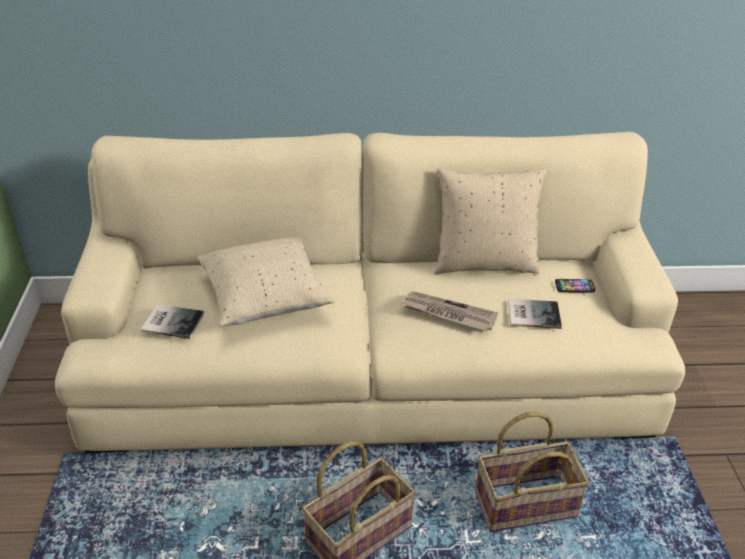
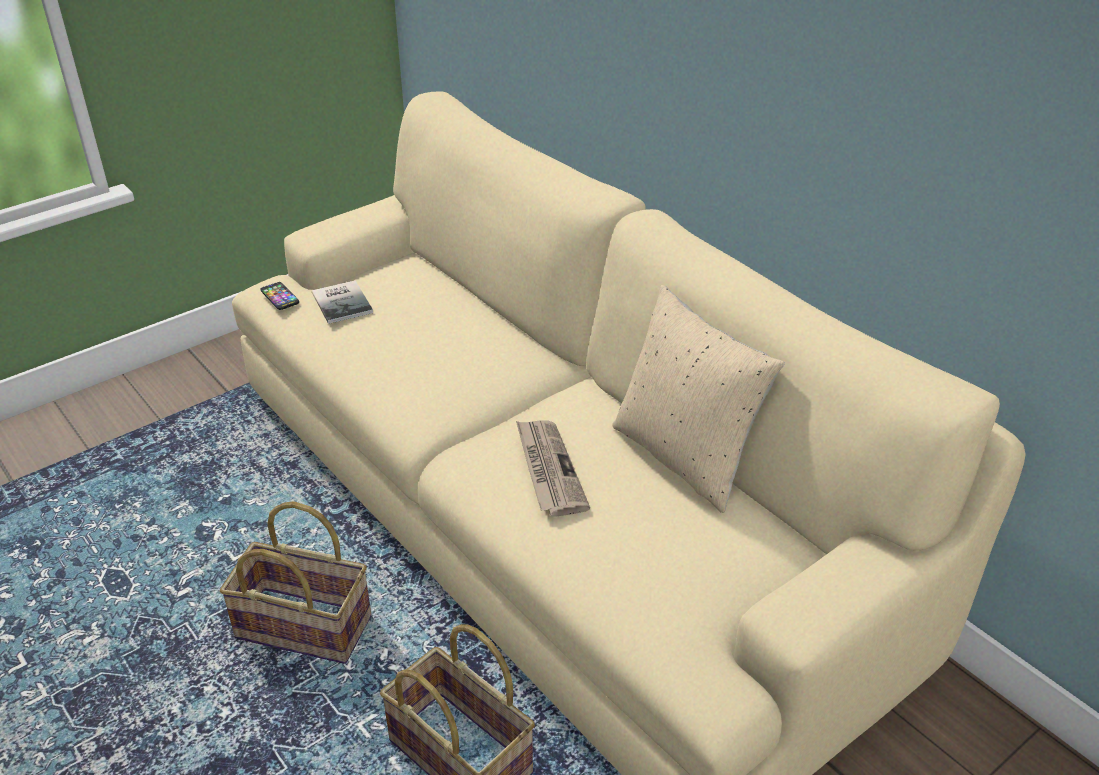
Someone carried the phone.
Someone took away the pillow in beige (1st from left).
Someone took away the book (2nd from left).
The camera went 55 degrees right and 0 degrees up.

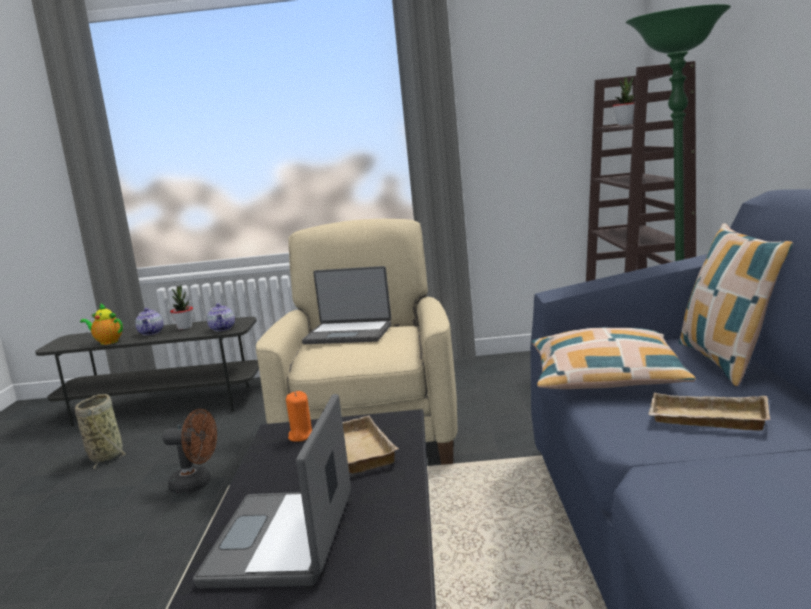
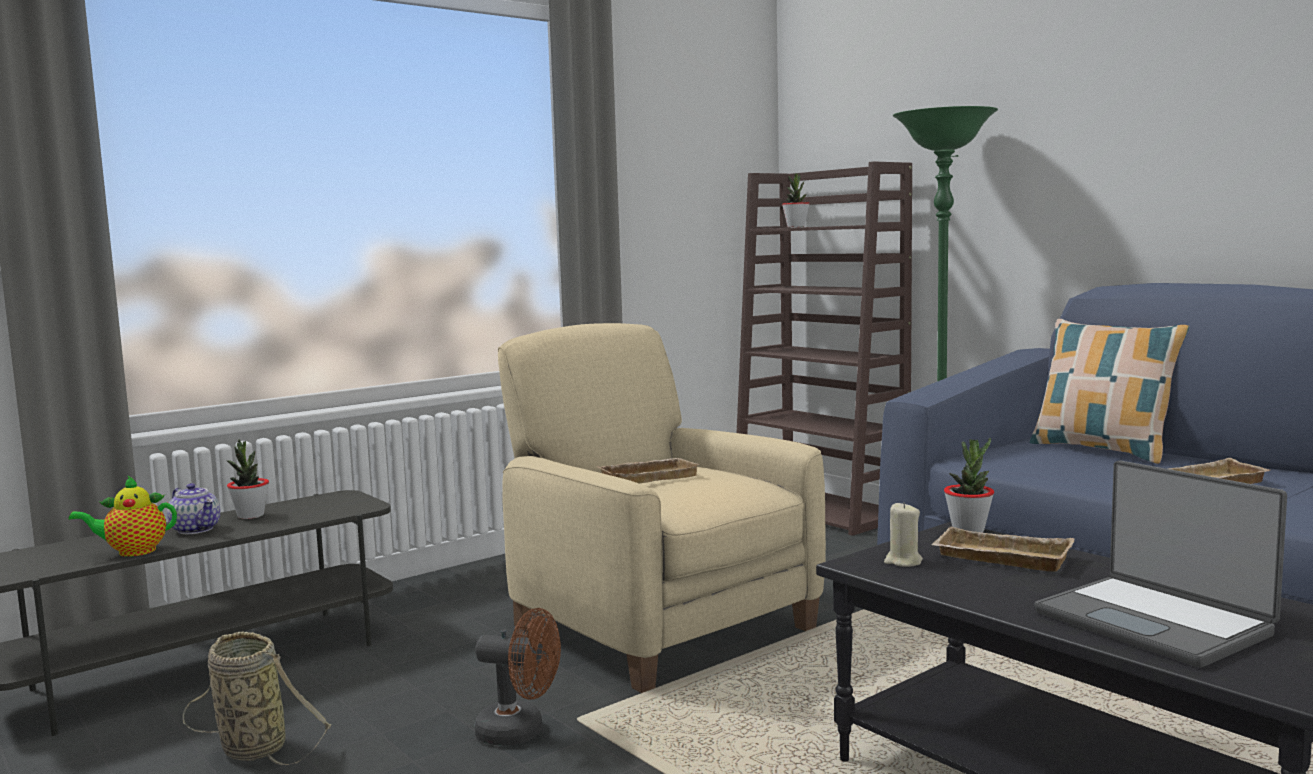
Someone rotated the fan in brown by 45 degrees clockwise.
Someone swapped the laptop (2nd from left) for the tray in beige (1st from left).
Someone repainted the candle in orange, which became the candle in beige.
Someone put down the potted plant (3rd from left).
Someone took away the teapot (3rd from left).
Someone took away the pillow (1st from left).
The camera went 40 degrees left and 5 degrees down.

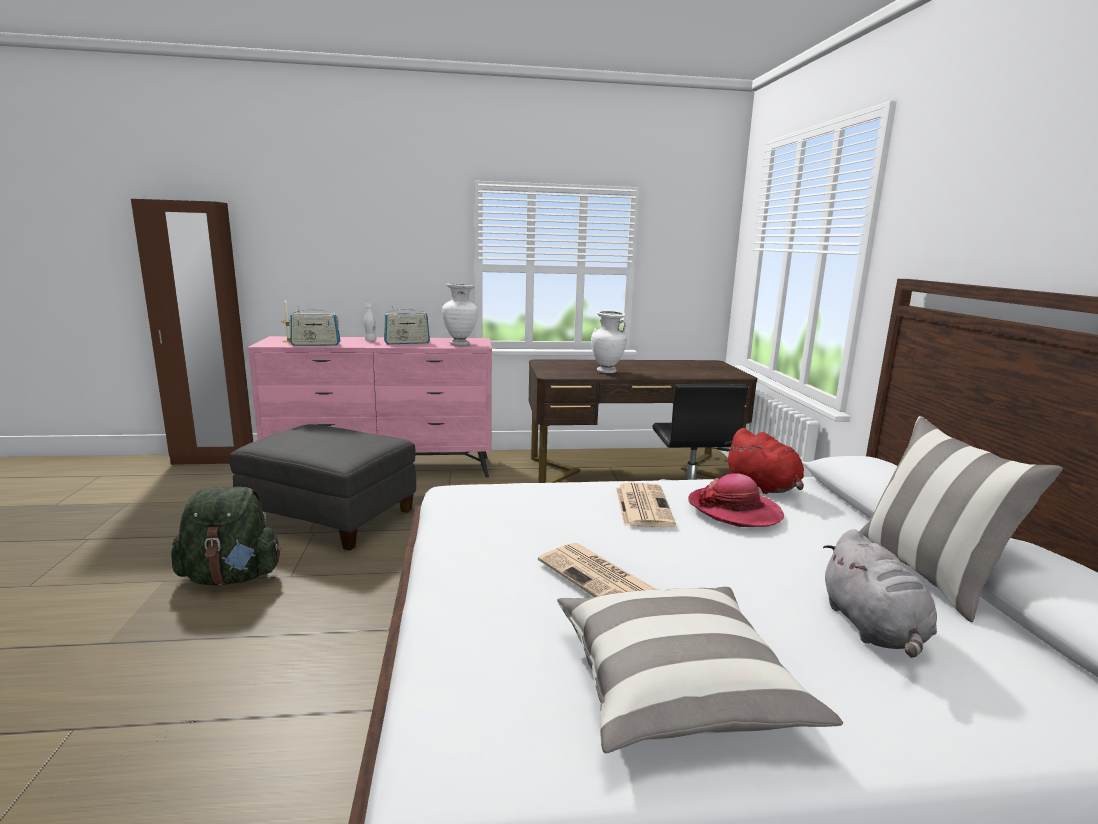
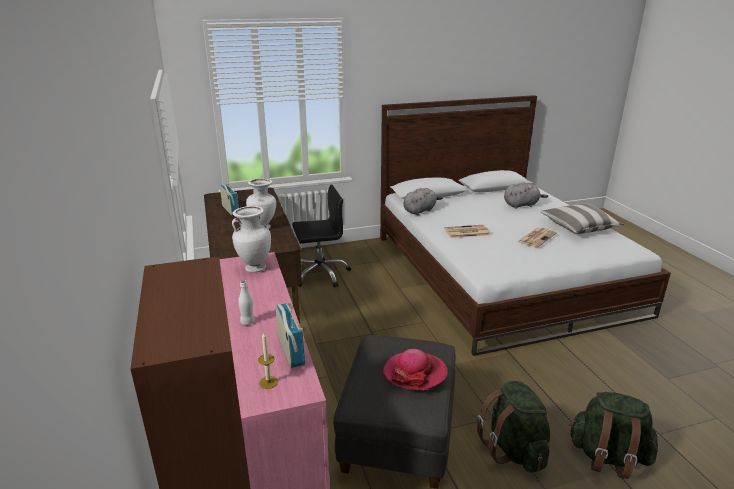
Someone carried the radio (2nd from left in the first image).
Someone carried the hat.
Someone repainted the plush toy in red, which became the plush toy in grey (1st from left).
Someone put down the backpack in green (2nd from left).
Someone took away the pillow (2nd from left).
The camera went 100 degrees left and 10 degrees up.

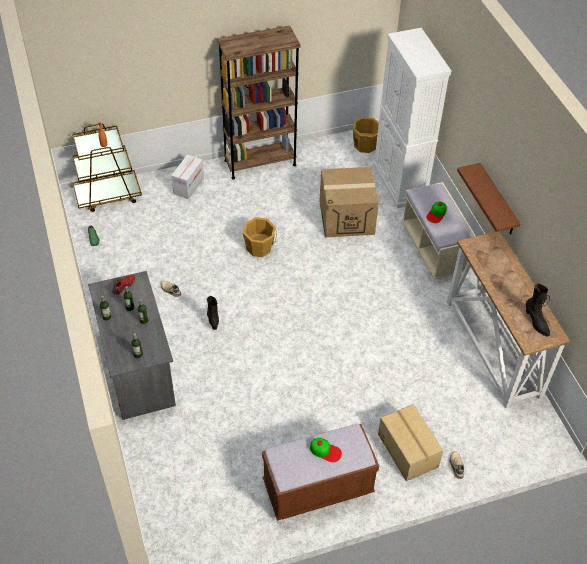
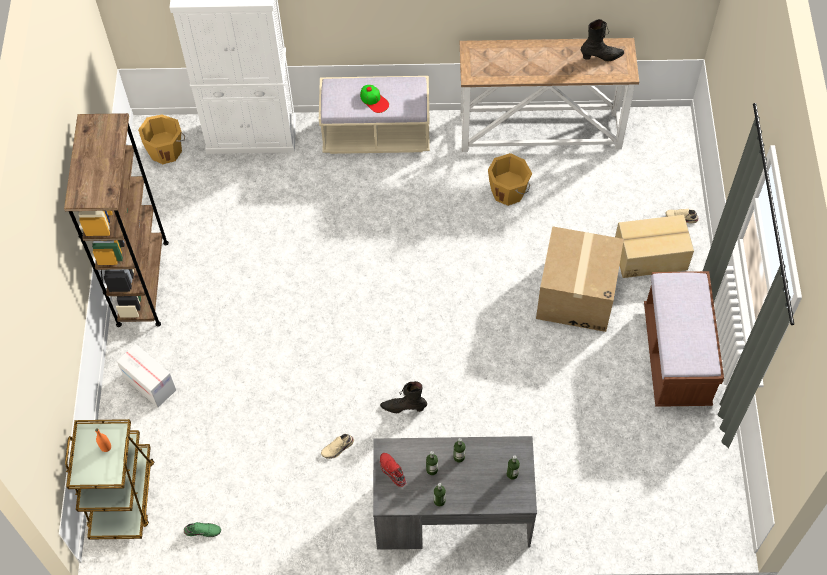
Someone carried the bucket in orange (1st from left in the first image).
Someone carried the cardboard box (2nd from left).
Someone took away the cap (1st from left).
Someone took away the shelf in brown.
The camera went 70 degrees left and 10 degrees up.

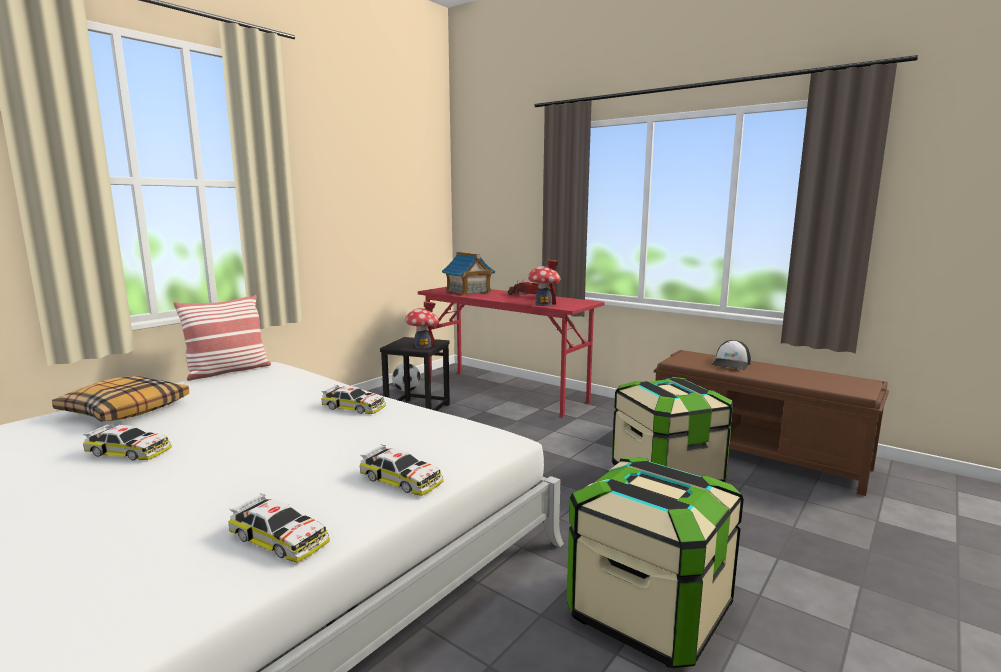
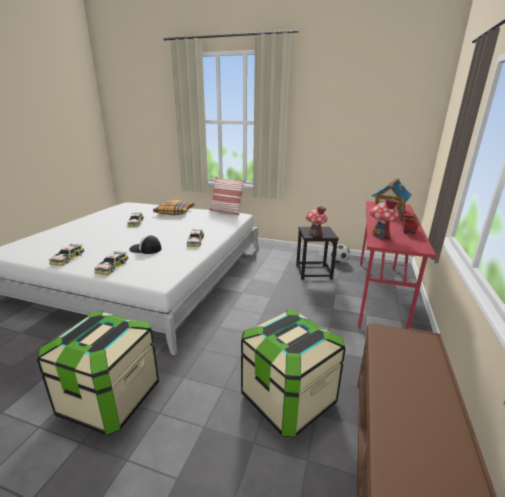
Someone carried the cap.
The camera went 70 degrees right and 10 degrees up.

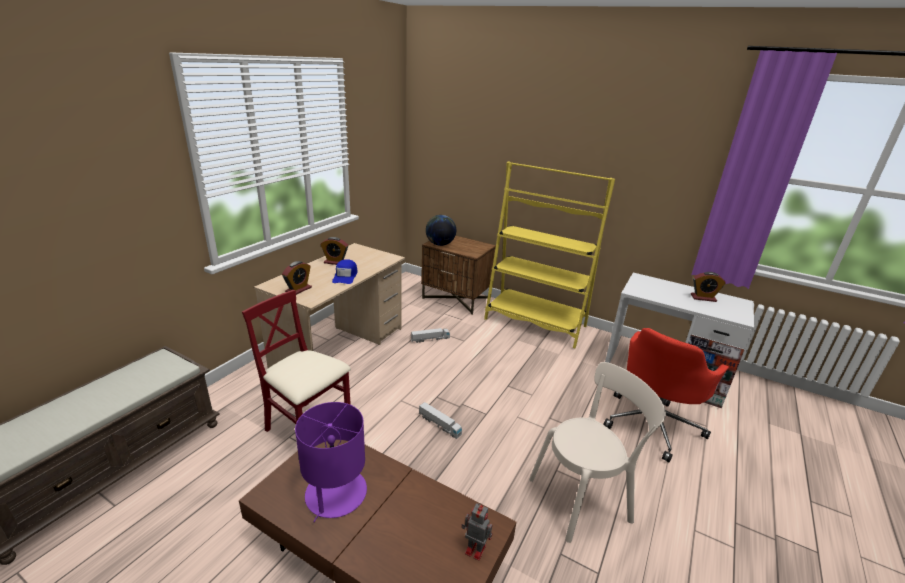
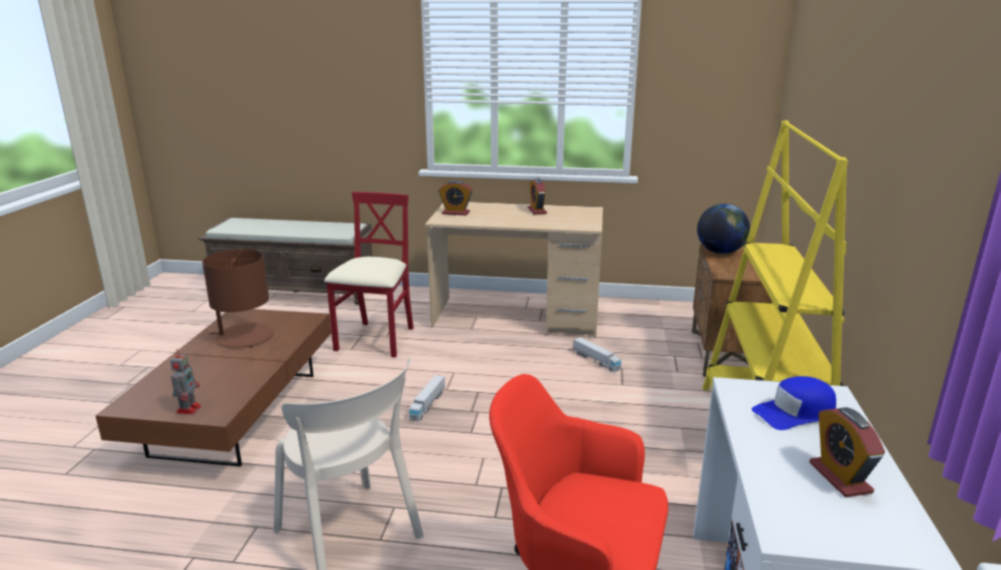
Someone repainted the table lamp in purple, which became the table lamp in brown.
Someone carried the cap in blue.
The camera went 70 degrees right and 5 degrees down.

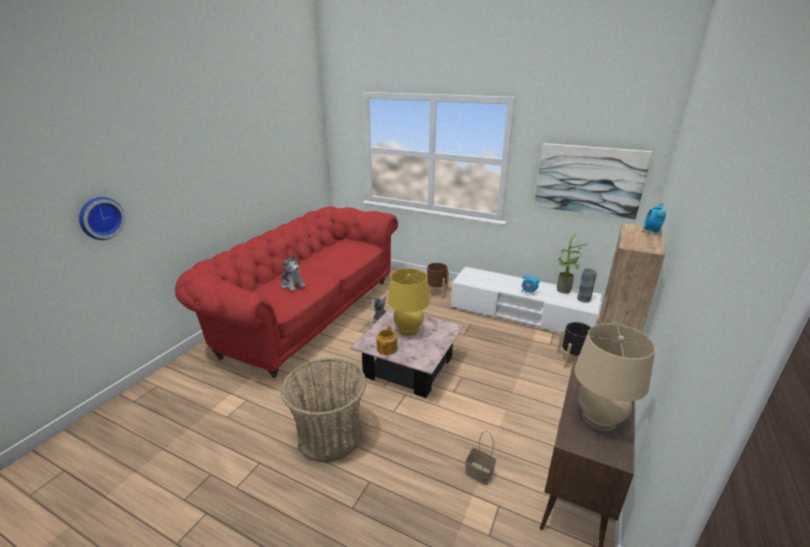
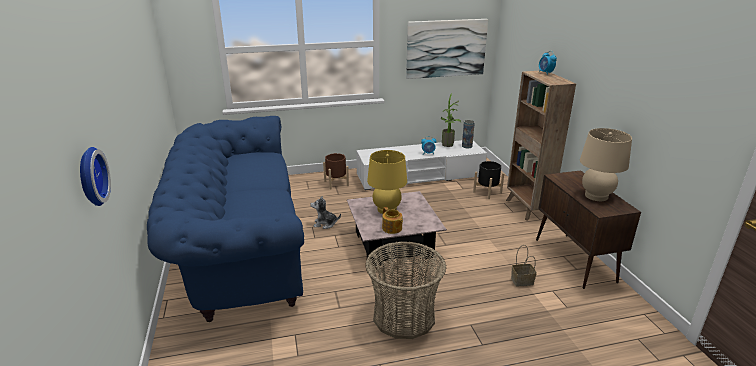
Someone repainted the sofa in red, which became the sofa in blue.
Someone took away the plush toy (1st from left).
The camera went 40 degrees left and 0 degrees up.

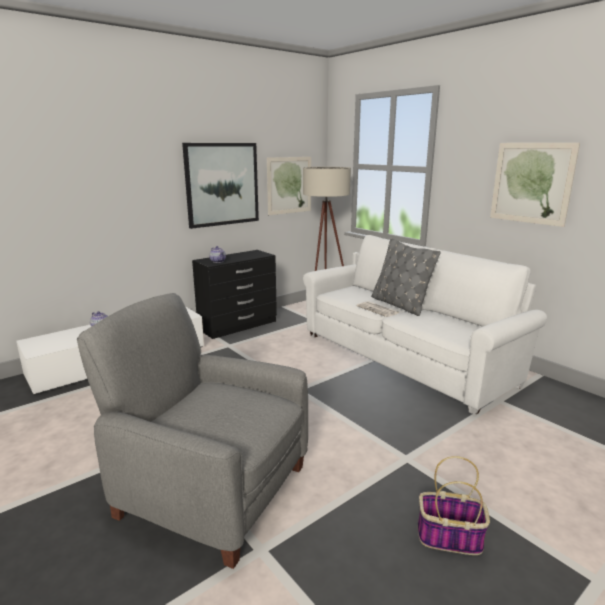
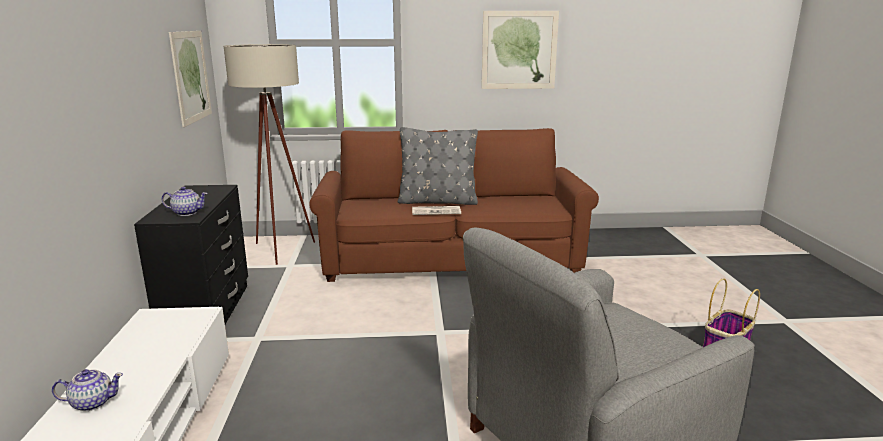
Someone repainted the sofa in white, which became the sofa in brown.
Someone took away the picture (1st from left).
The camera went 55 degrees left and 0 degrees up.

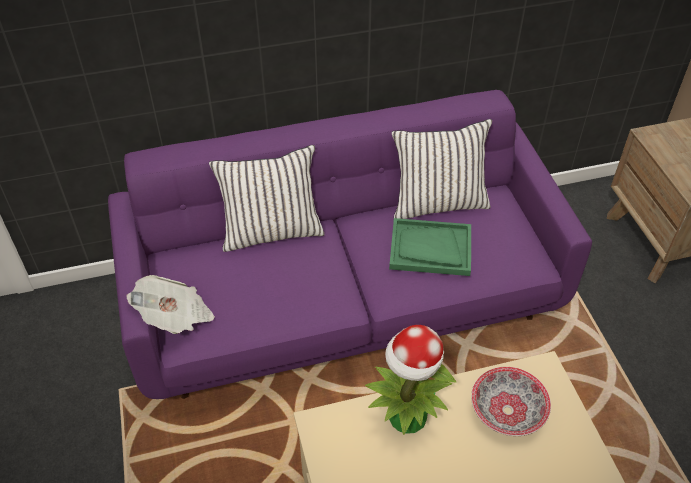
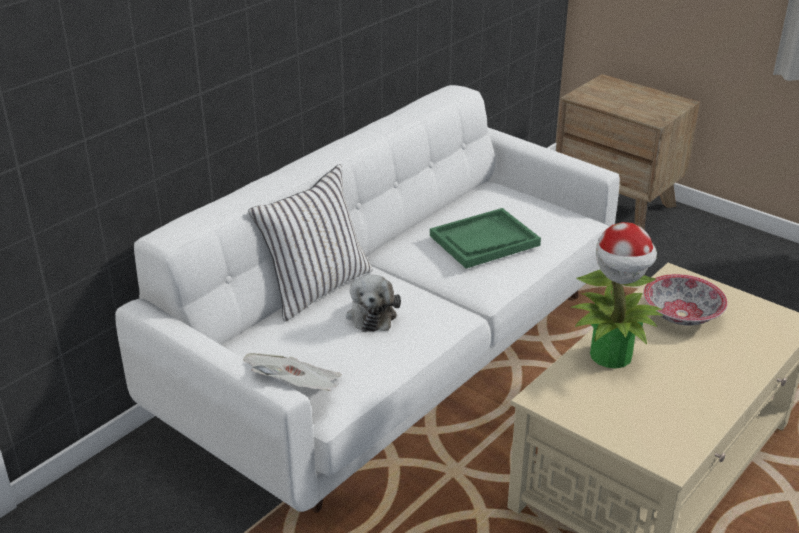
Someone repainted the sofa in purple, which became the sofa in white.
Someone put down the plush toy.
Someone took away the pillow in white (2nd from left).
The camera went 35 degrees left and 15 degrees down.

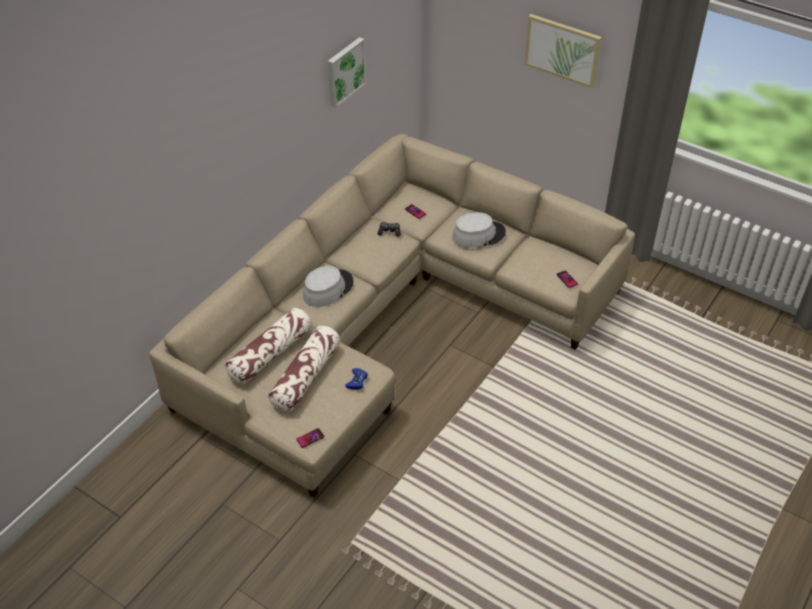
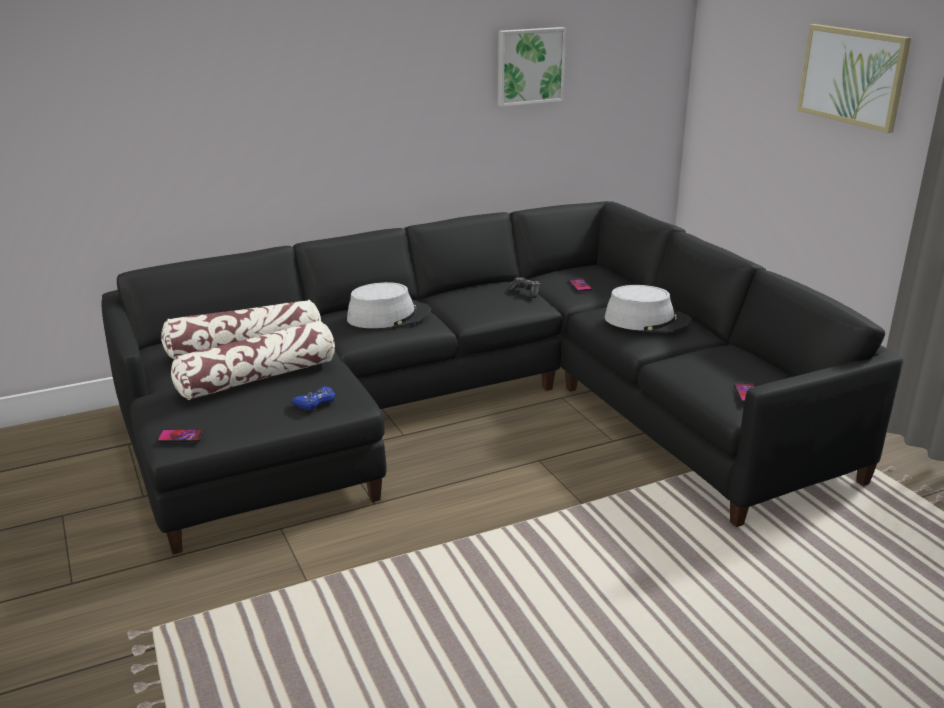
Someone repainted the sofa in beige, which became the sofa in black.
The camera went 30 degrees right and 20 degrees down.

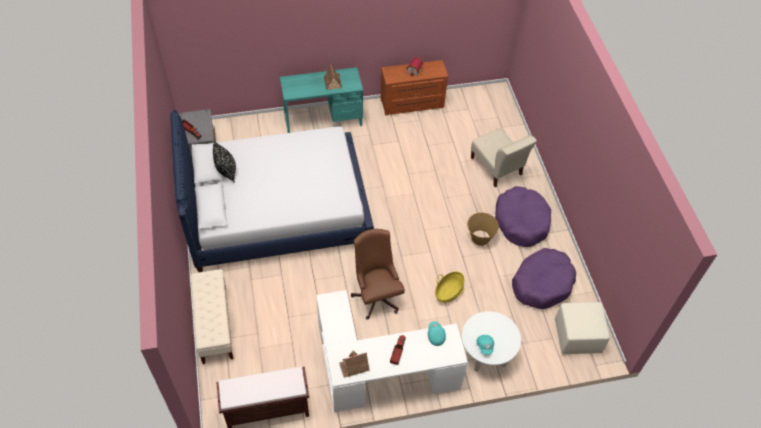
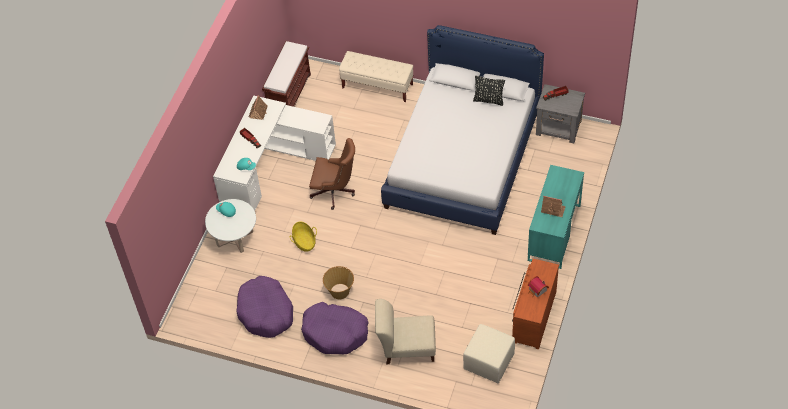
Someone carried the ottoman in beige.
The camera went 125 degrees right and 0 degrees up.

